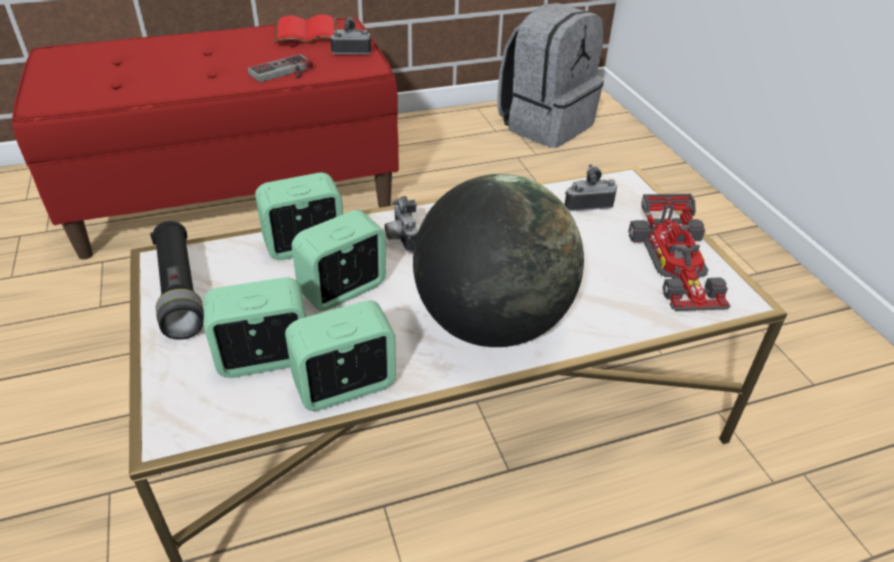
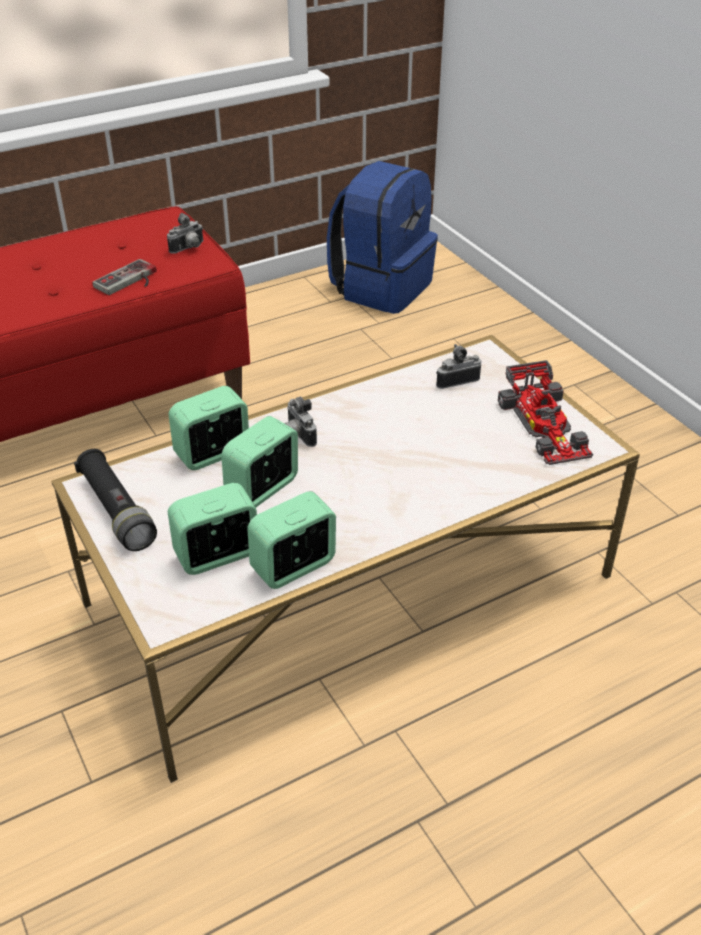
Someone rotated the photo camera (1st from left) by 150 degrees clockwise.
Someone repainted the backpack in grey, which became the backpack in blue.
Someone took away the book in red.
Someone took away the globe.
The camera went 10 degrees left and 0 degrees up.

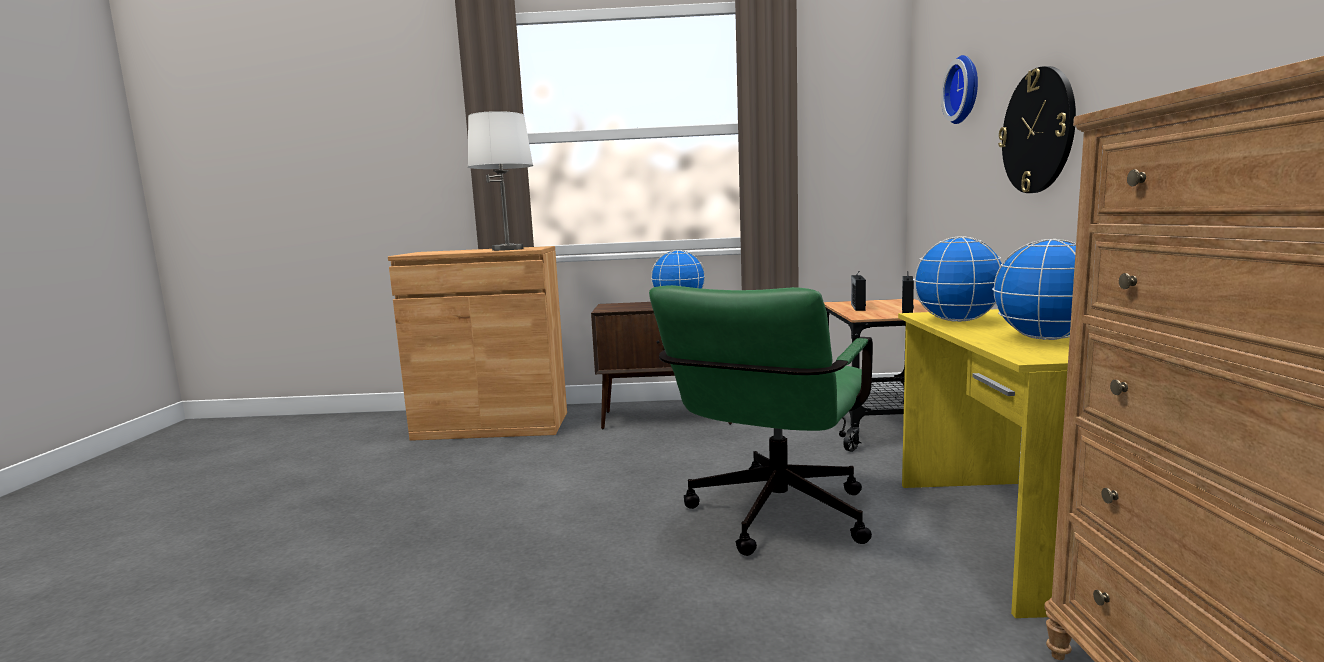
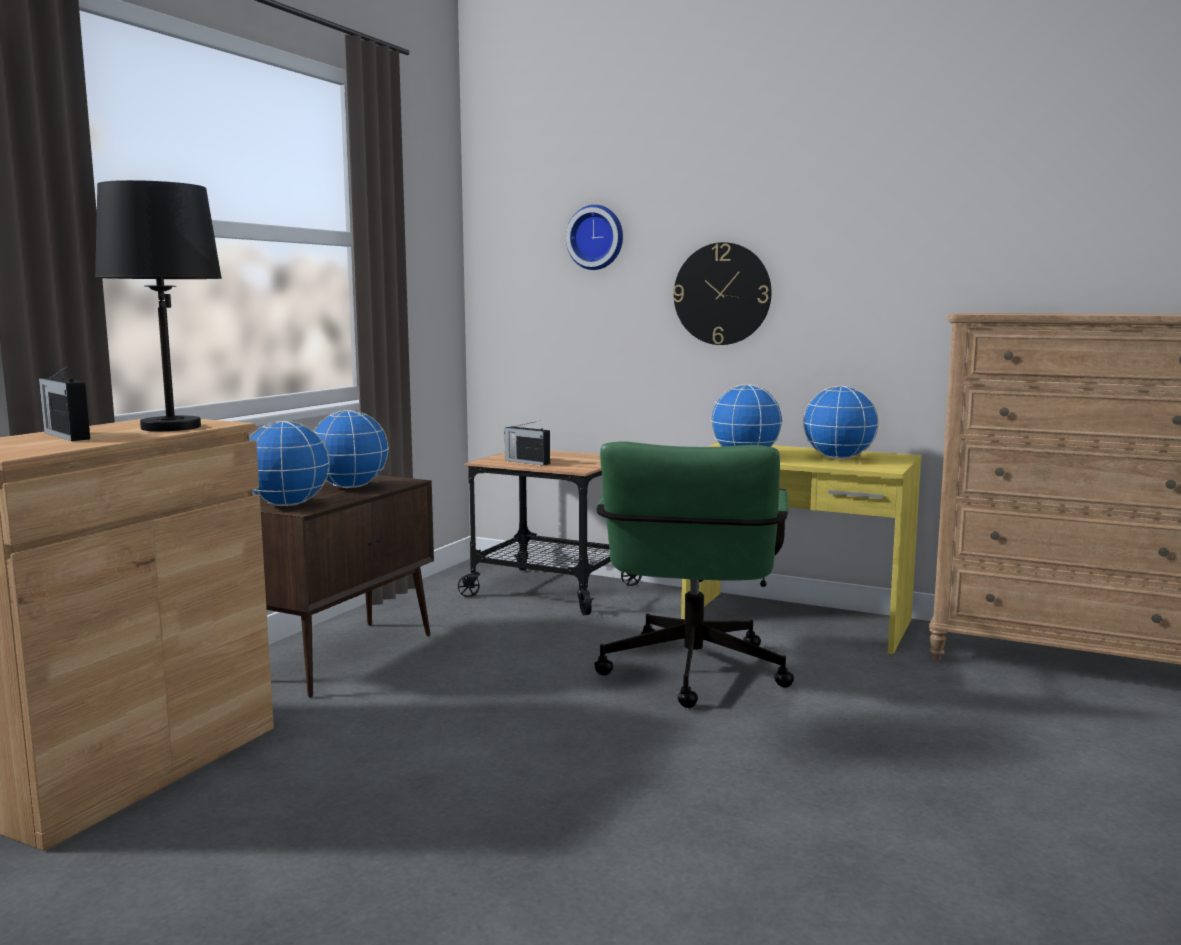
Someone carried the radio (2nd from left in the first image).
Someone repainted the table lamp in white, which became the table lamp in black.
Someone put down the globe (1st from left).
Someone rotated the office chair in green by 45 degrees clockwise.
The camera went 65 degrees left and 0 degrees up.

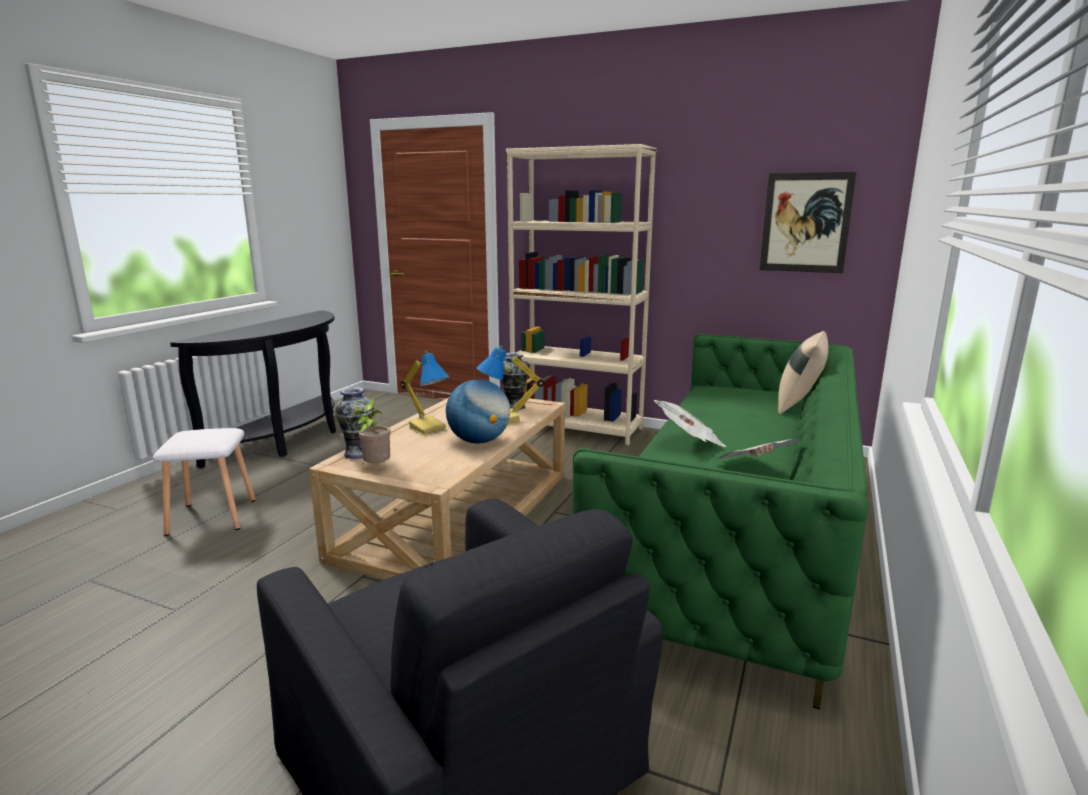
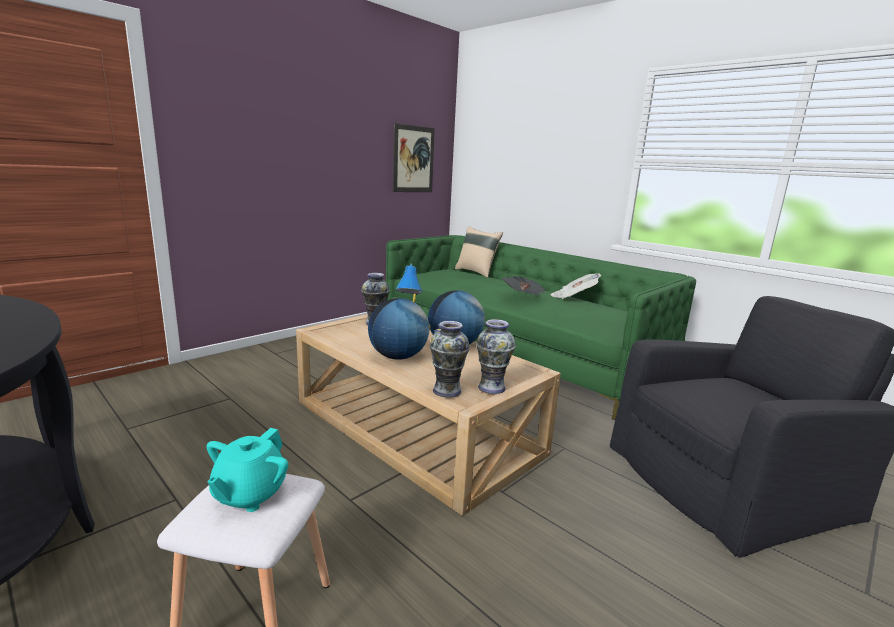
Someone put down the teapot in turquoise.
Someone swapped the table lamp (1st from left) for the globe (1st from left).
Someone swapped the potted plant for the vase (3rd from left).
Someone took away the bookcase in beige.
The camera went 70 degrees left and 0 degrees up.

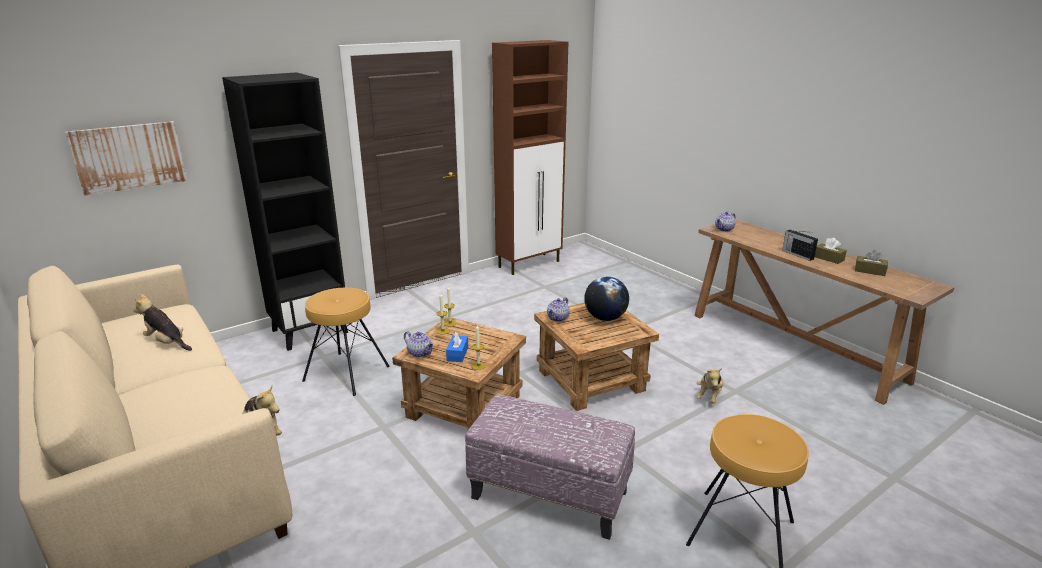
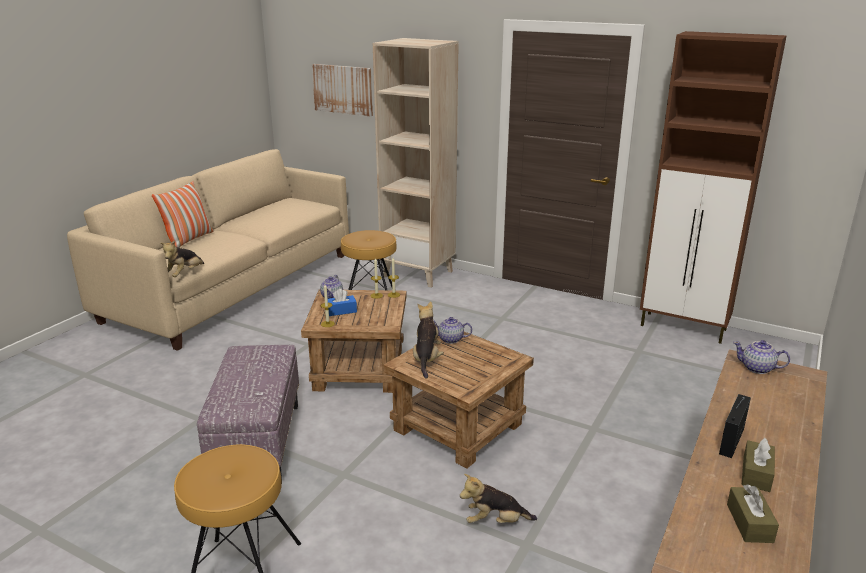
Someone put down the pillow.
Someone repainted the bookcase in black, which became the bookcase in beige.
Someone carried the plush toy (1st from left in the first image).
Someone took away the globe.
The camera went 65 degrees right and 0 degrees up.

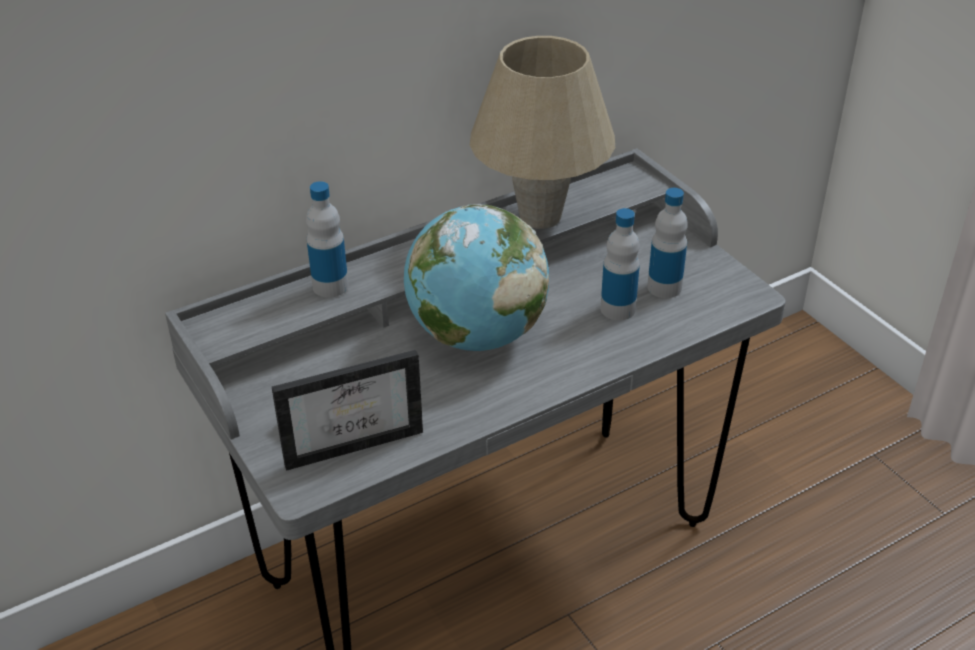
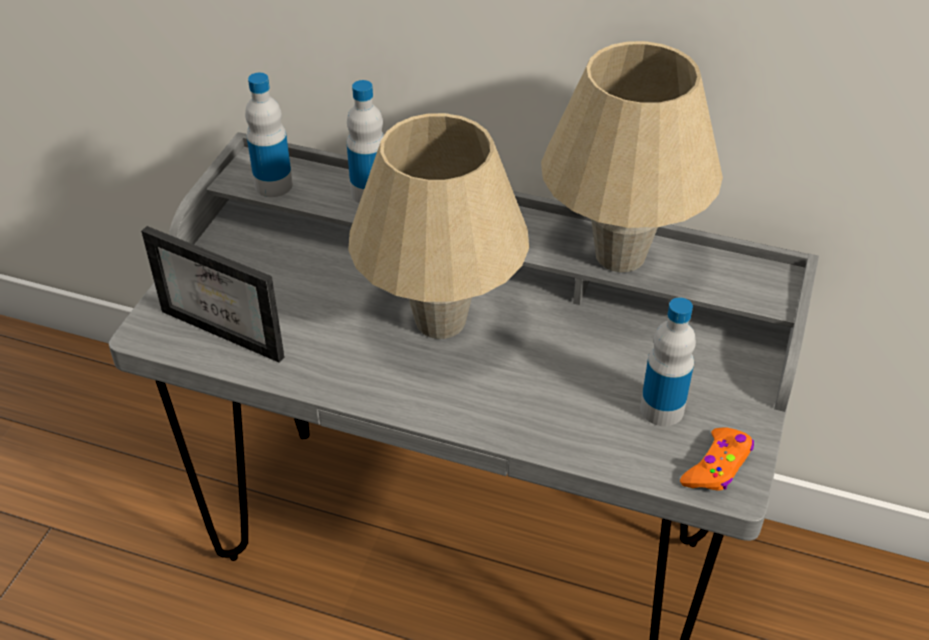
Someone carried the bottle (2nd from left in the first image).
Someone swapped the globe for the table lamp in beige (1st from left).
Someone put down the game controller in orange.
The camera went 50 degrees right and 5 degrees up.

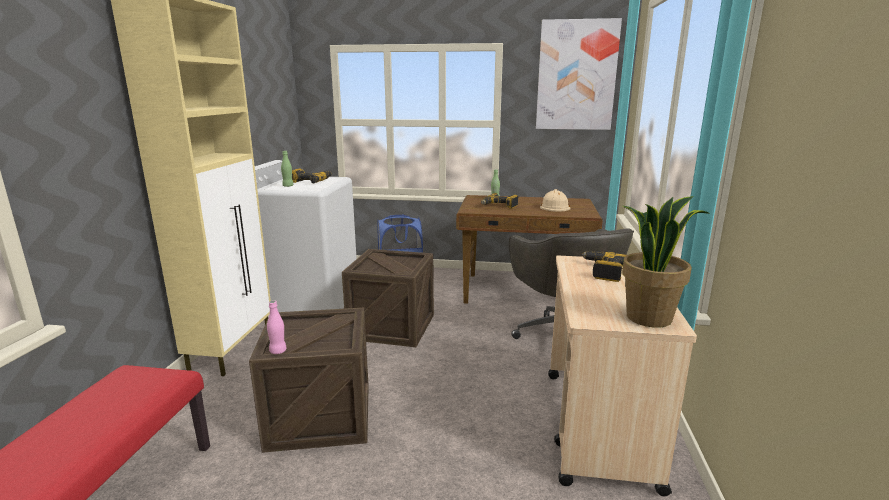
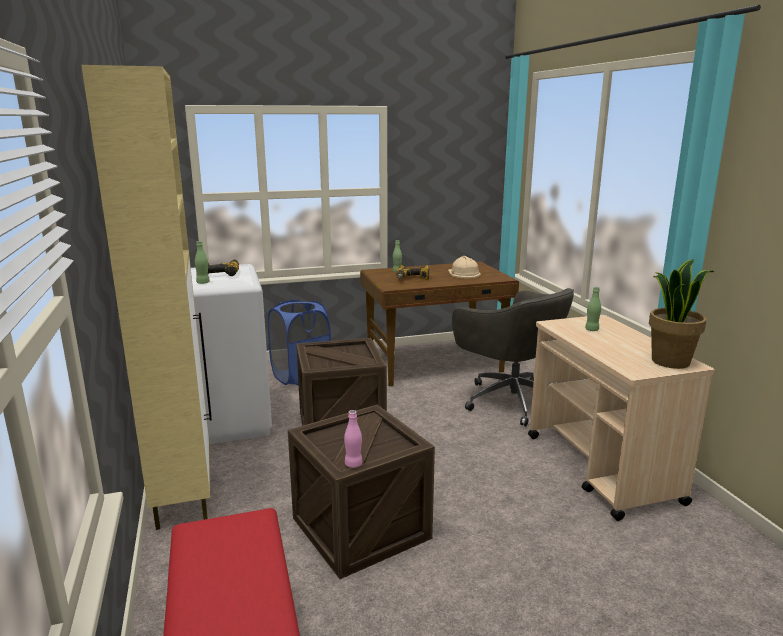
Someone swapped the power drill (3rd from left) for the bottle in green (3rd from left).
Someone took away the picture.
The camera went 25 degrees left and 0 degrees up.

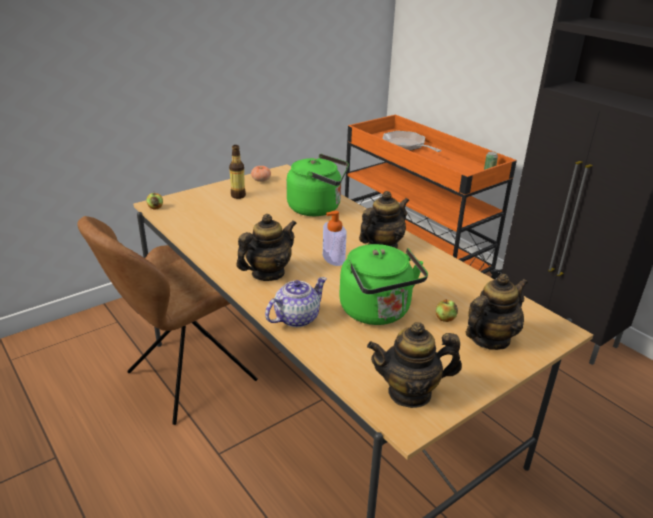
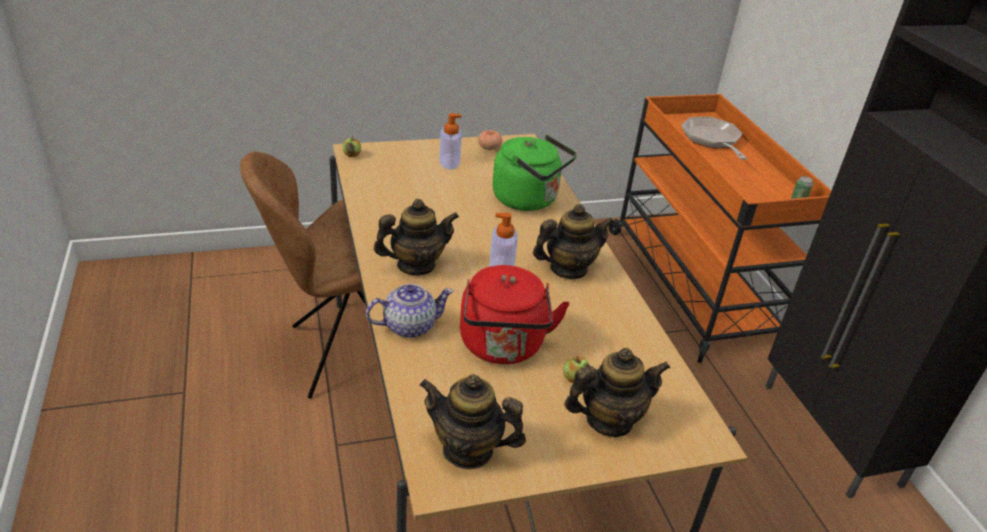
Someone swapped the bottle for the soap dispenser (1st from left).
Someone repainted the kettle in green (2nd from left), which became the kettle in red.
The camera went 20 degrees right and 5 degrees up.

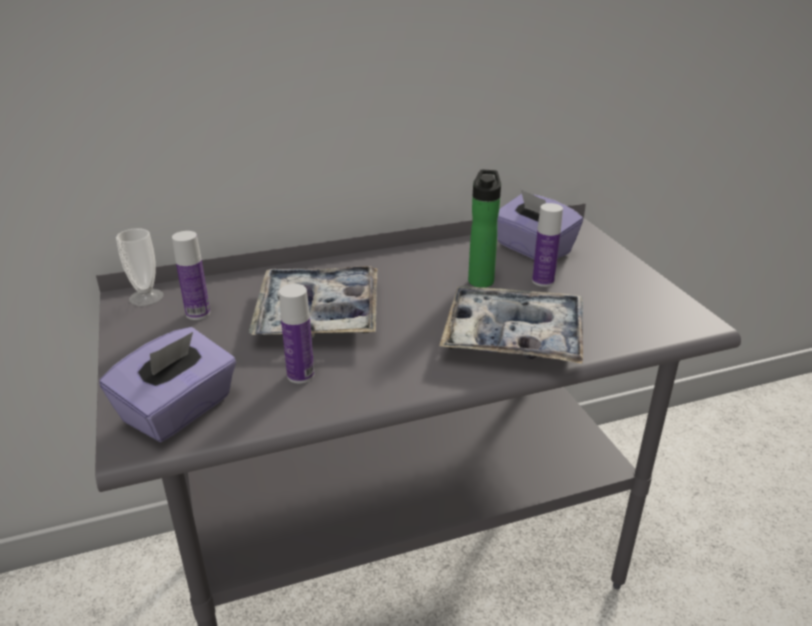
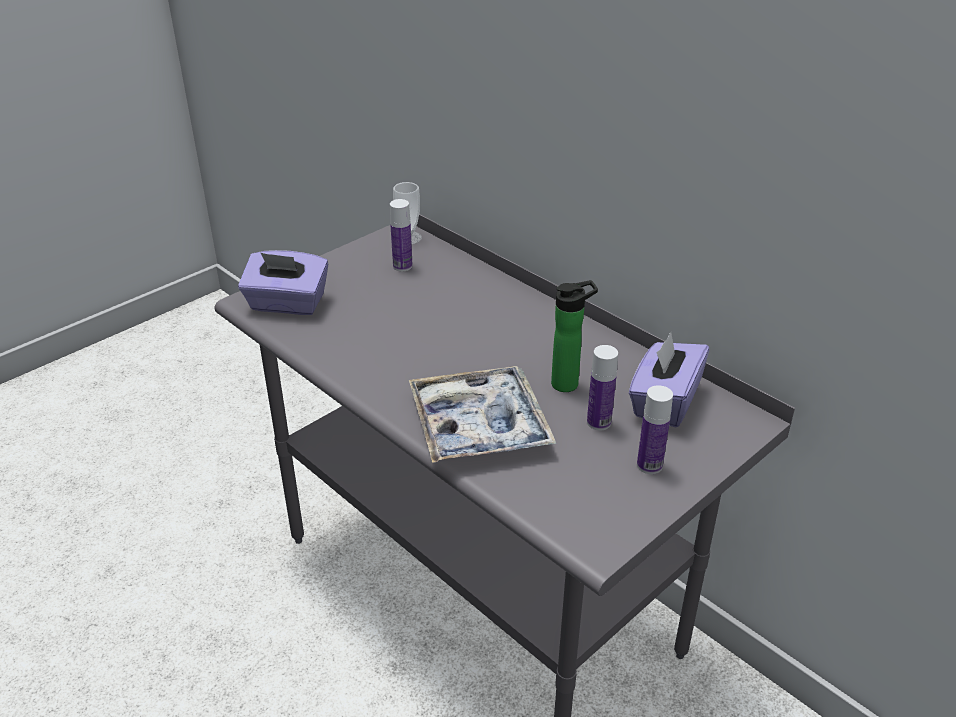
Someone carried the bottle (2nd from left in the first image).
Someone took away the tray (1st from left).
The camera went 65 degrees right and 5 degrees up.

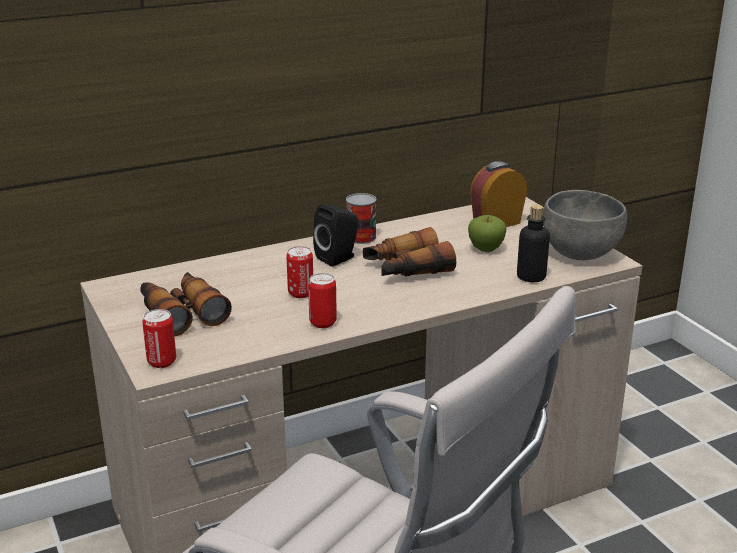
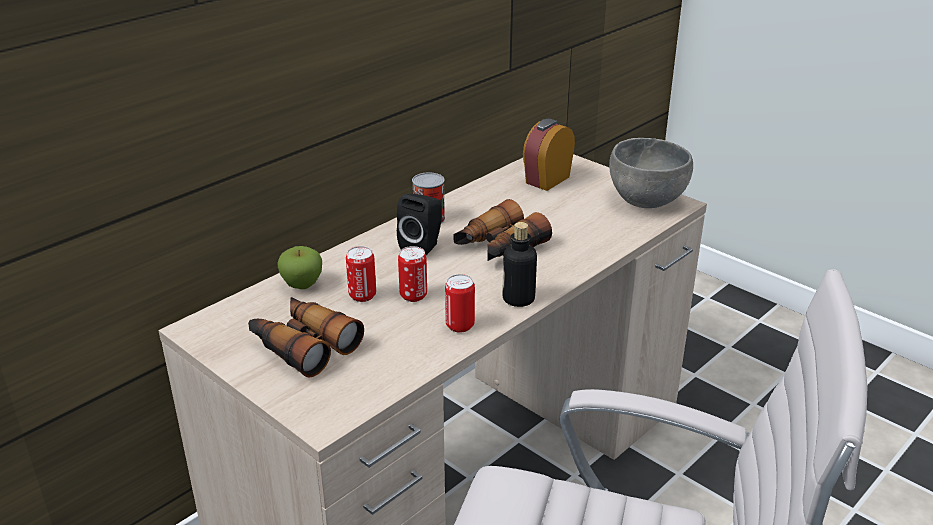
Someone carried the apple.
Someone carried the can (1st from left).
Someone carried the bottle.
The camera went 20 degrees left and 5 degrees up.

